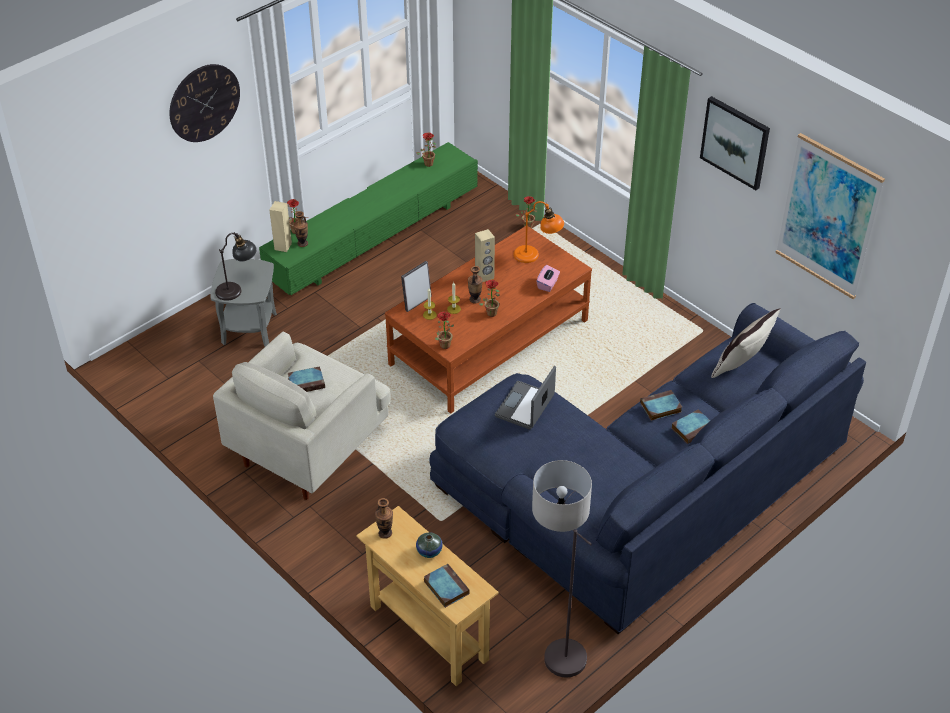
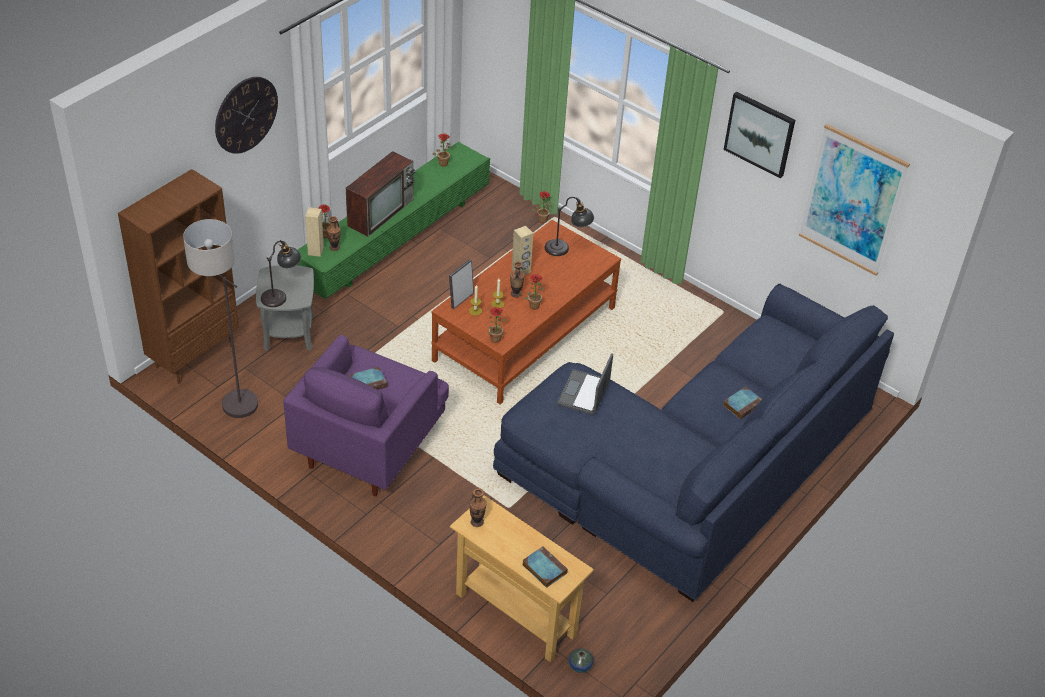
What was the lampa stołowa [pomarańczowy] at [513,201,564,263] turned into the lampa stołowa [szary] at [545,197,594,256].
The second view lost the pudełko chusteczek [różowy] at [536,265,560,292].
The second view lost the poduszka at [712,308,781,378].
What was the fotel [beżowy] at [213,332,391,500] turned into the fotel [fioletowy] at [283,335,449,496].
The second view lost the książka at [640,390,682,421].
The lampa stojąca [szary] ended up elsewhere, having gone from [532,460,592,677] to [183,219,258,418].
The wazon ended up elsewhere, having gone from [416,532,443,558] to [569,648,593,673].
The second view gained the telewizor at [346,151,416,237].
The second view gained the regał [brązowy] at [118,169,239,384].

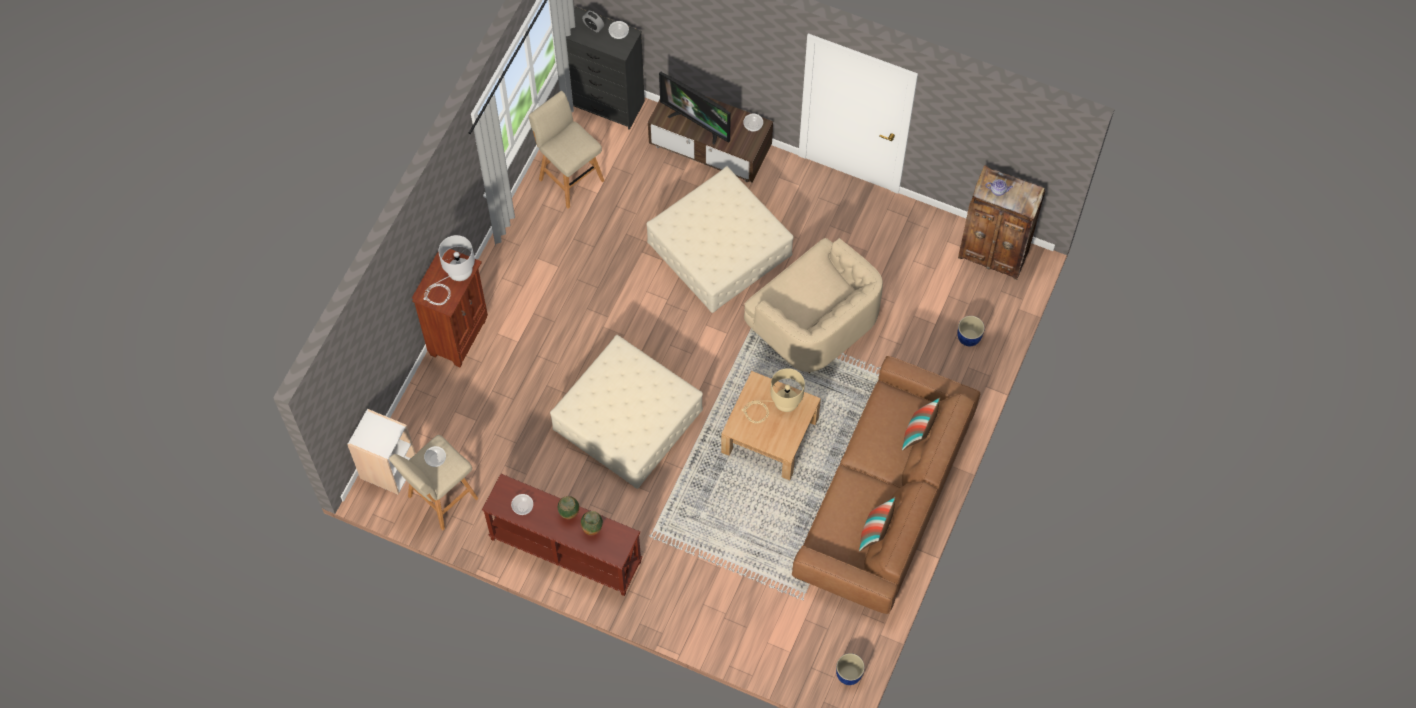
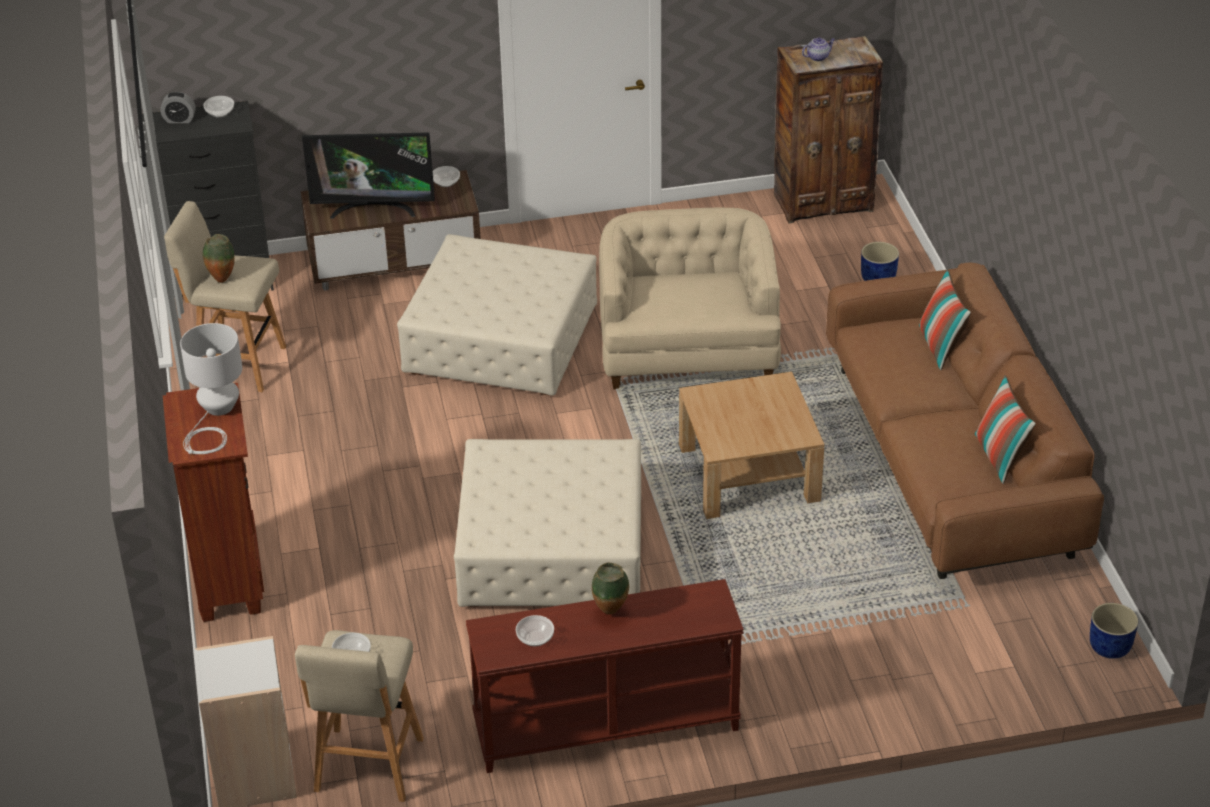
The fotel [beżowy] at [744,238,883,373] ended up facing another way, 105 degrees counterclockwise from before.
The second view lost the lampa stołowa [beżowy] at [742,368,805,423].
The wazon ended up elsewhere, having gone from [581,511,603,535] to [203,234,235,283].

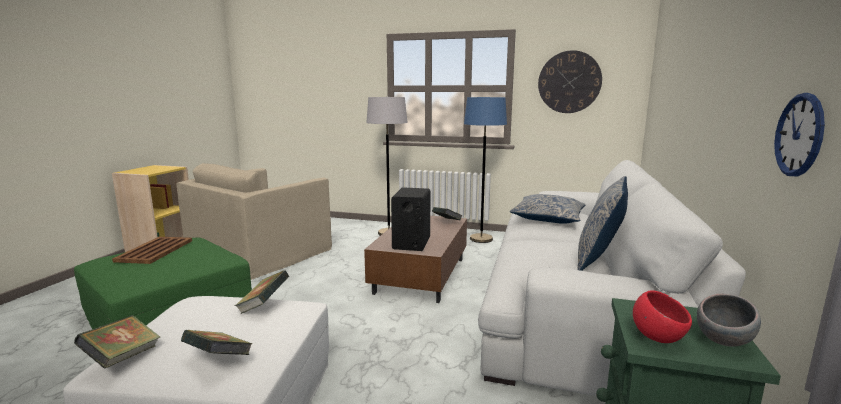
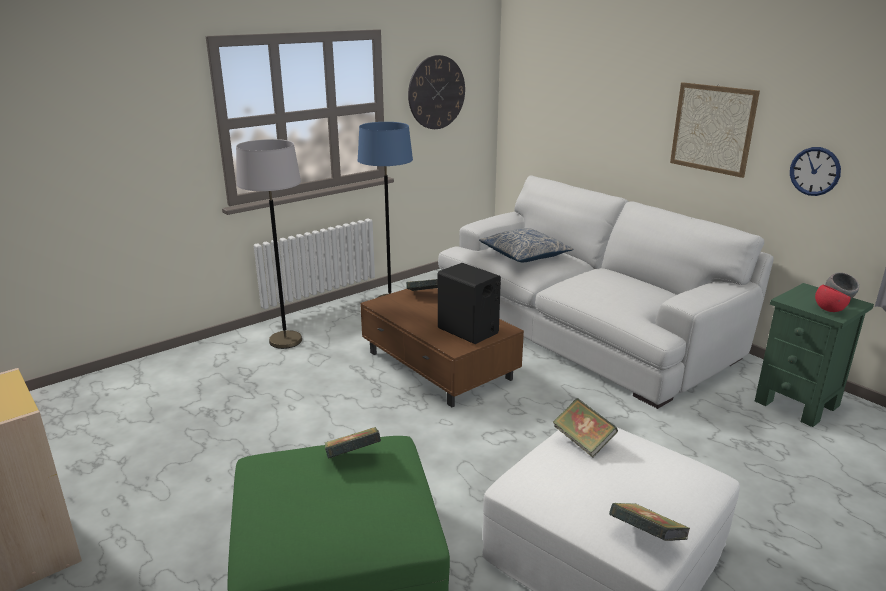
The second view lost the fotel [beżowy] at [176,163,332,280].
The second view lost the poduszka at [578,176,628,271].
The second view lost the taca [brązowy] at [112,237,192,264].
The książka ended up elsewhere, having gone from [181,330,253,355] to [325,427,381,458].
The second view gained the obraz at [670,82,760,178].

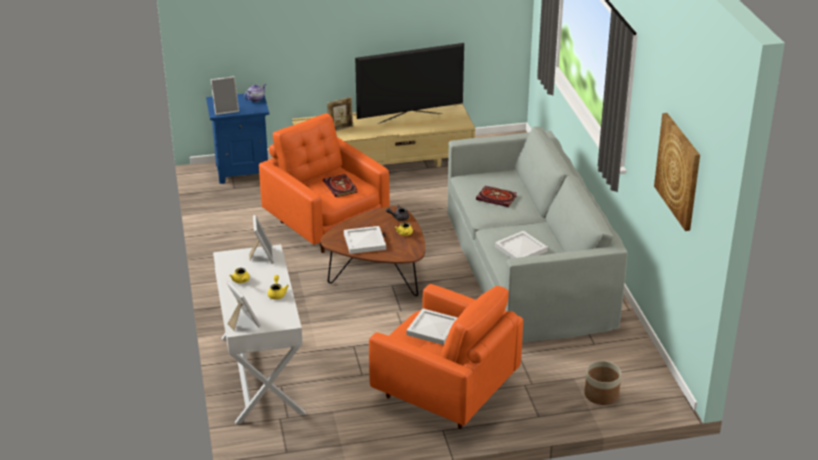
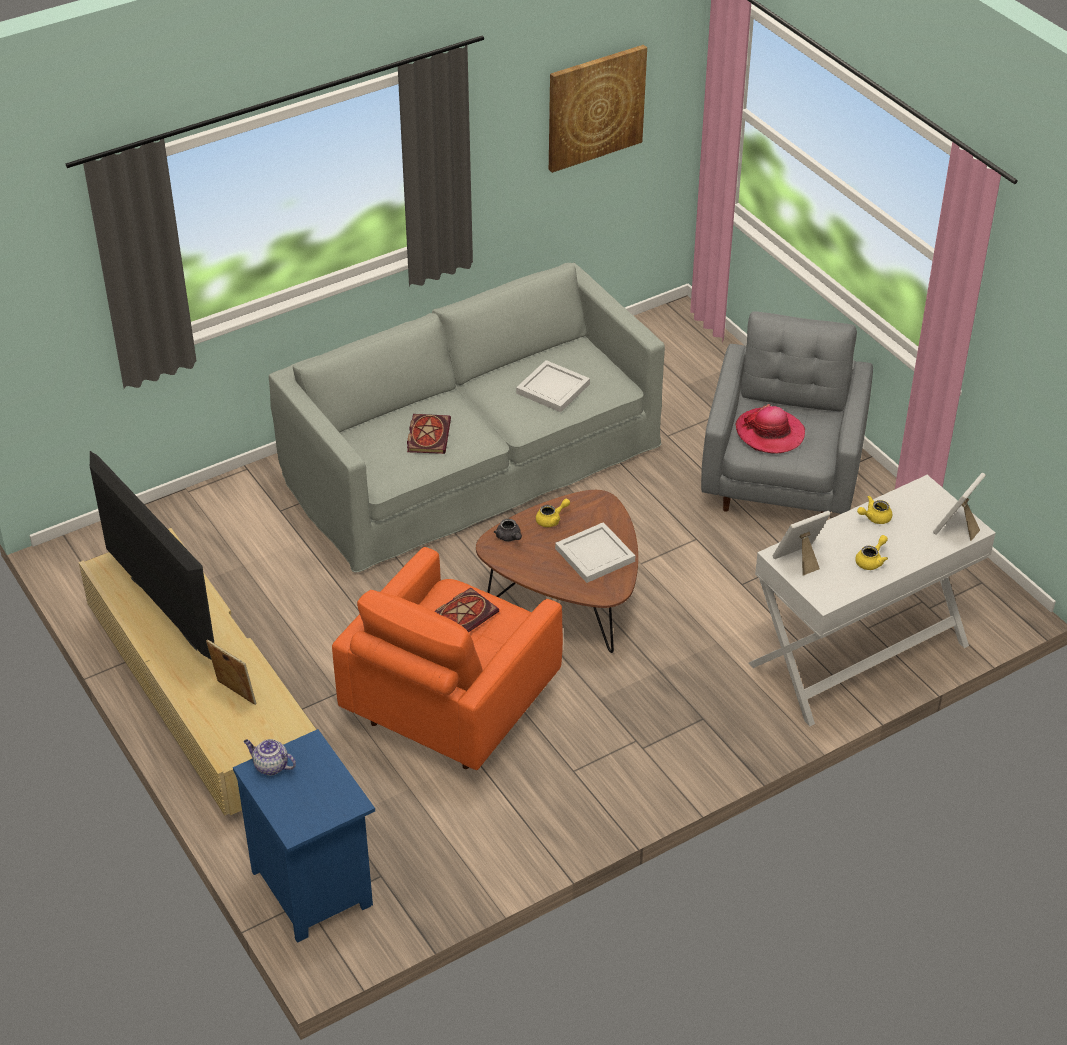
The second view lost the ramka na zdjęcie at [211,76,239,115].
What was the fotel [pomarańczowy] at [369,284,523,429] turned into the fotel [szary] at [701,311,873,514].
Where the taca [biały] stood at [406,309,458,345], the kapelusz came to stand at [735,404,805,454].
The second view lost the donica at [584,361,622,405].

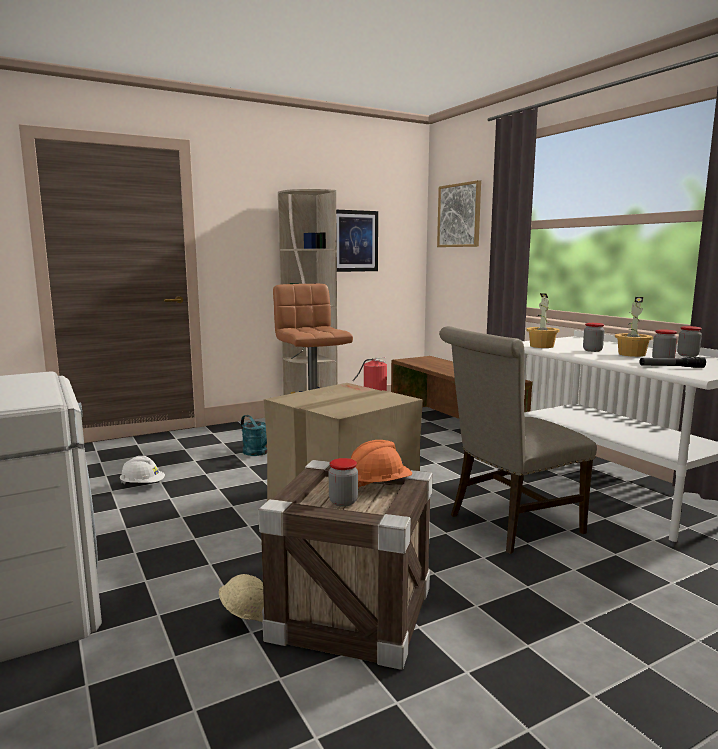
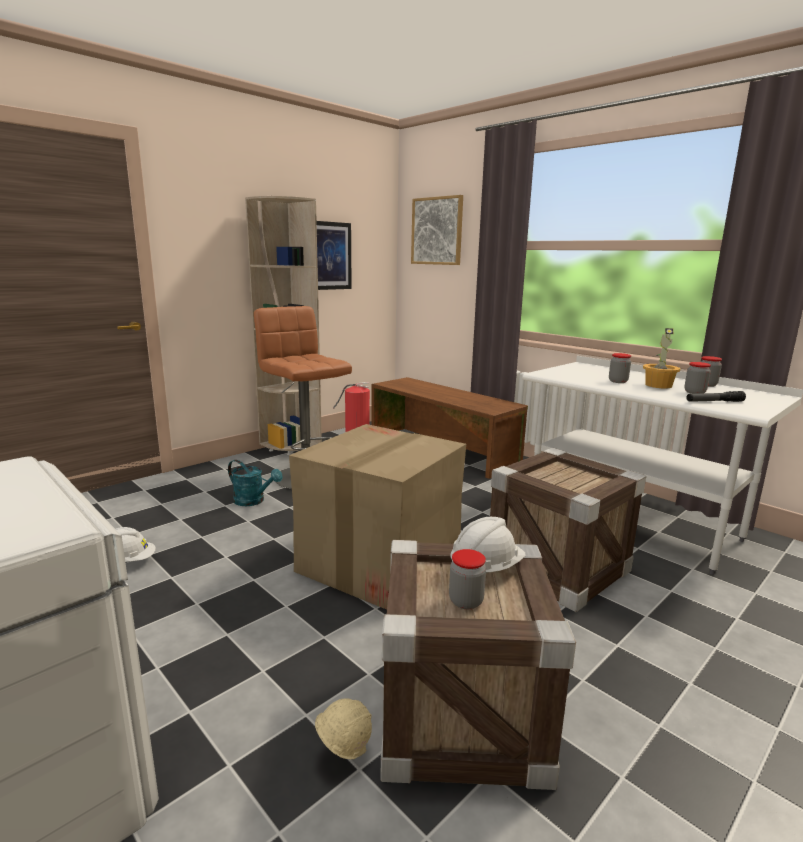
The second view lost the roślina doniczkowa at [526,293,560,348].
Where the krzesło [beżowy] stood at [439,326,597,554], the skrzynka came to stand at [490,448,646,612].
What was the kask [pomarańczowy] at [351,440,412,488] turned into the kask [biały] at [450,517,526,573].

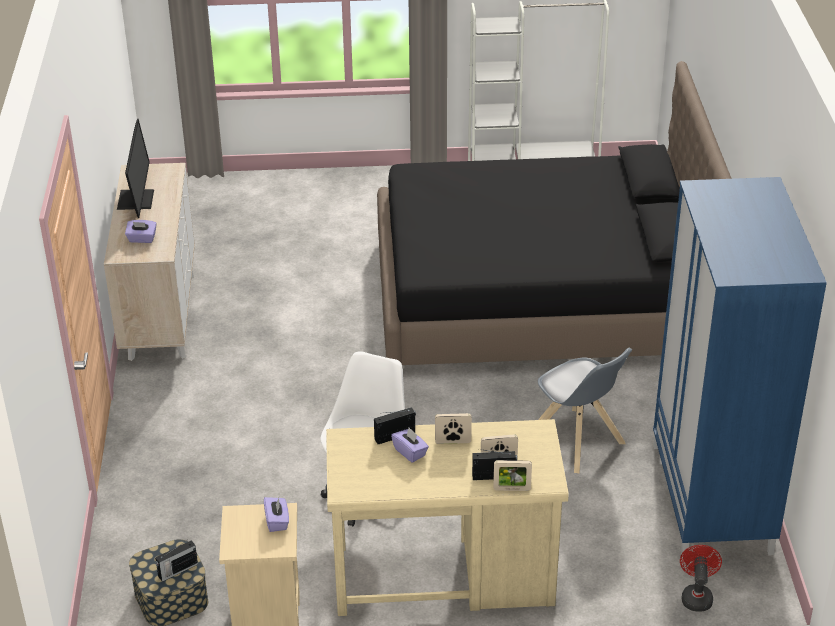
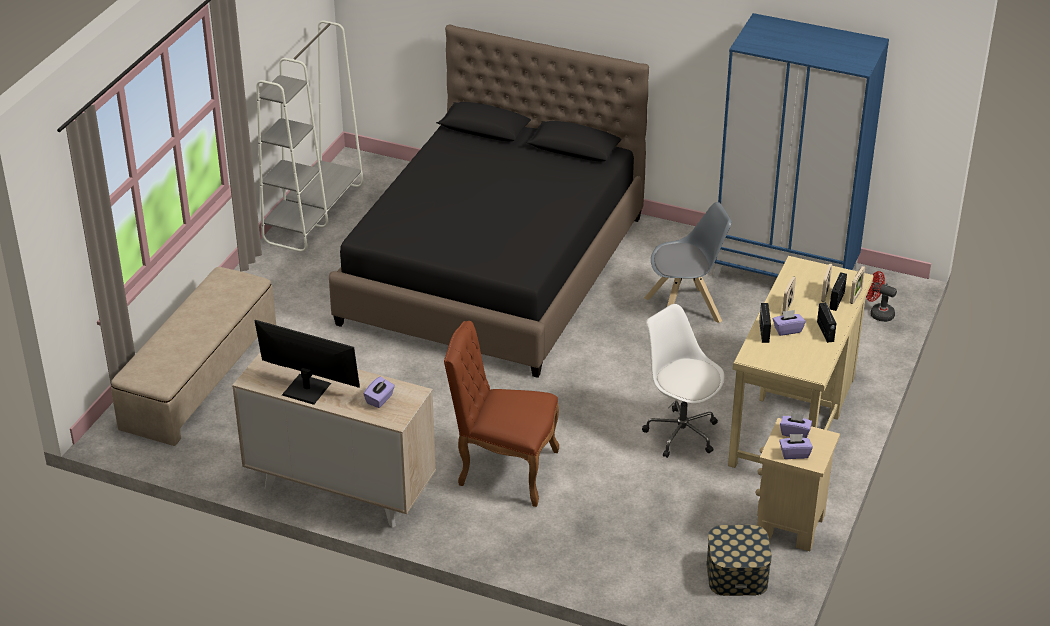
The radio ended up elsewhere, having gone from [155,540,198,582] to [817,301,837,343].
The second view gained the ławka [beżowy] at [111,267,276,446].
The second view gained the krzesło [brązowy] at [444,321,559,507].
The second view gained the pudełko chusteczek [fioletowy] at [779,434,813,459].

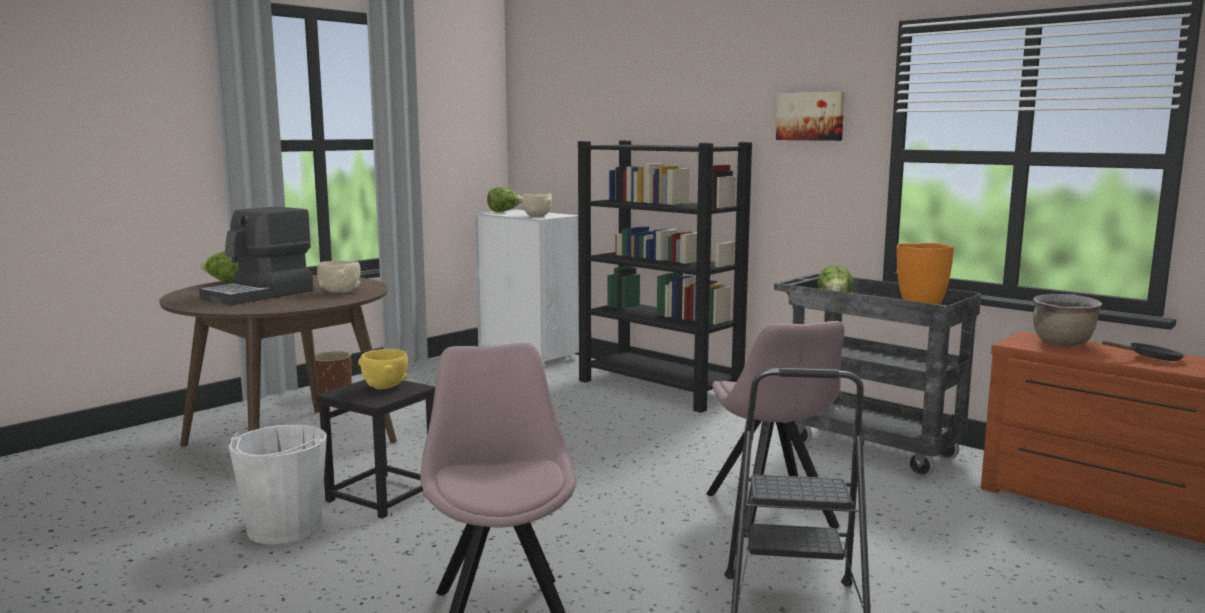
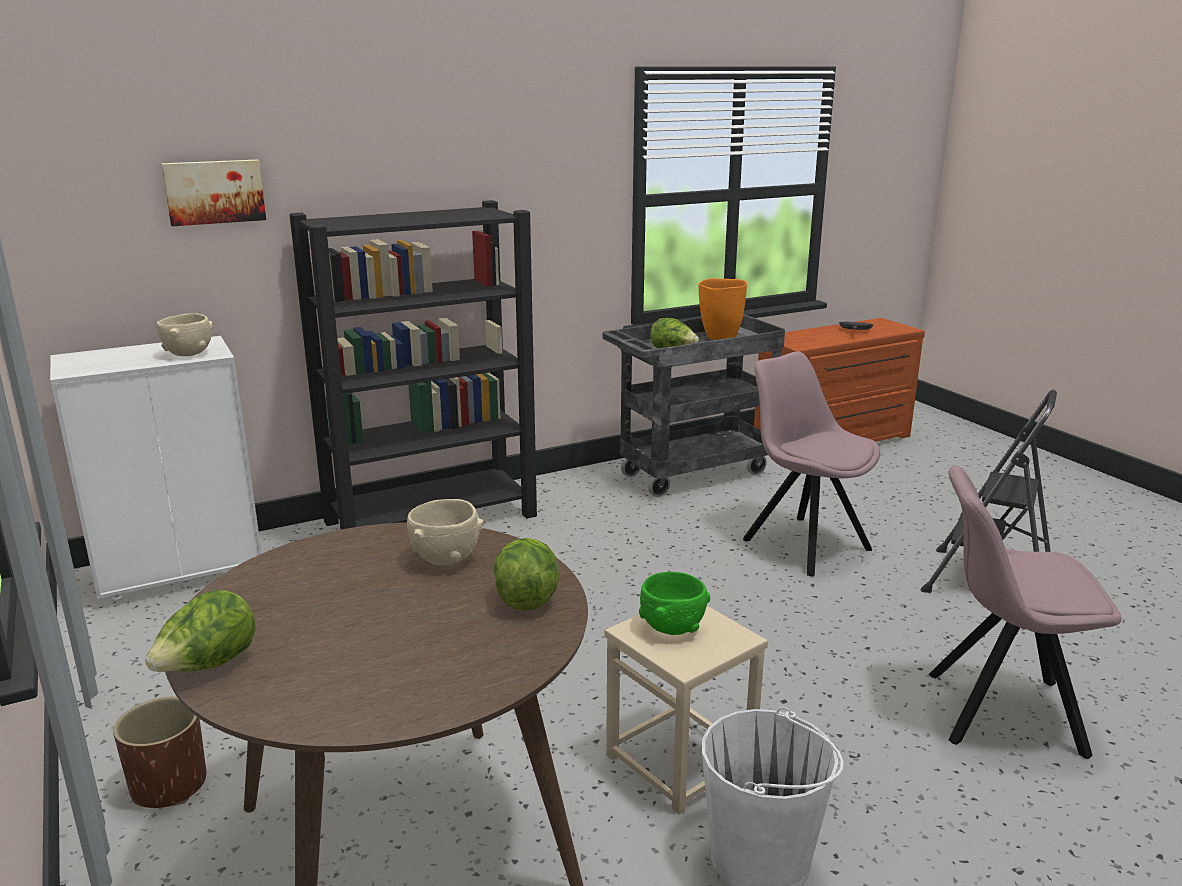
The obraz ended up elsewhere, having gone from [776,92,845,141] to [161,160,266,226].
The sałata ended up elsewhere, having gone from [487,187,522,212] to [494,538,559,611].
The second view lost the ekspres do kawy at [199,206,313,305].
The second view lost the garnek [brązowy] at [1033,294,1102,346].
The krzesło [różowy] at [706,321,844,537] ended up facing another way, 135 degrees counterclockwise from before.
What was the miska [żółty] at [358,349,408,390] turned into the miska [zielony] at [639,572,710,635].
What was the stołek [czarny] at [317,380,435,519] turned into the stołek [beżowy] at [605,606,768,815].

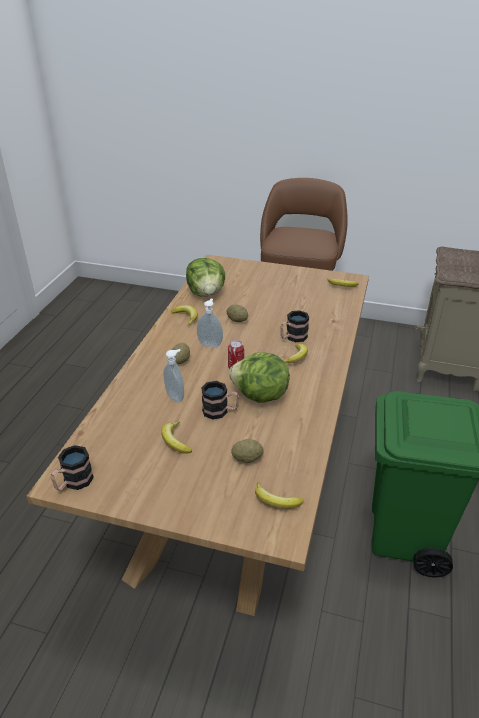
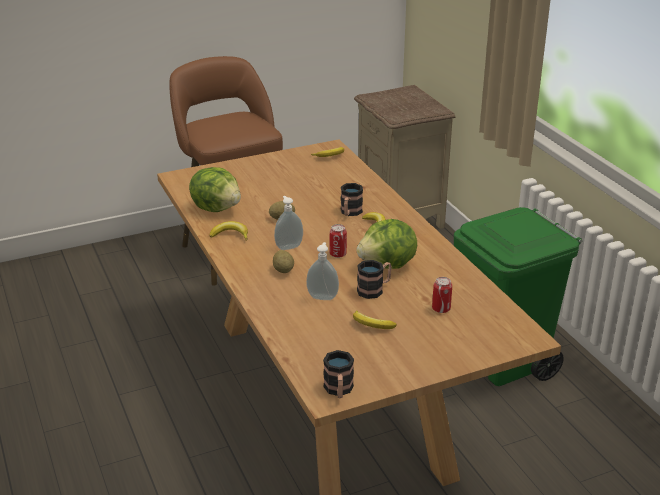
Where the ziemniak stood at [231,439,264,463], the puszka came to stand at [432,277,452,313].
The second view lost the banan at [255,482,303,508].

